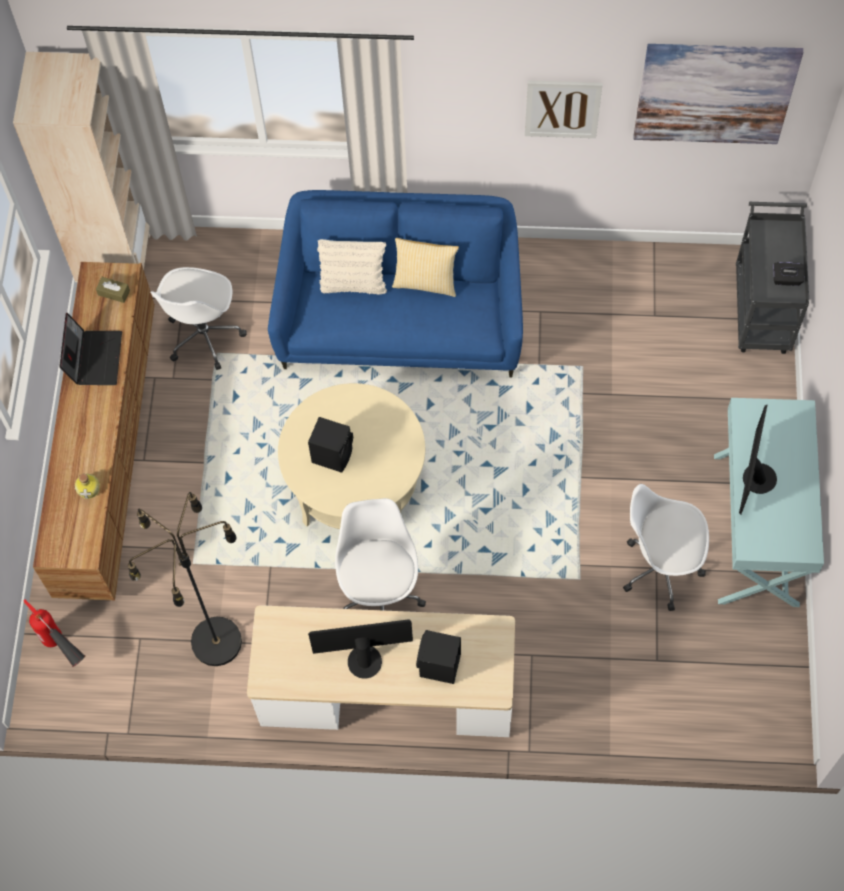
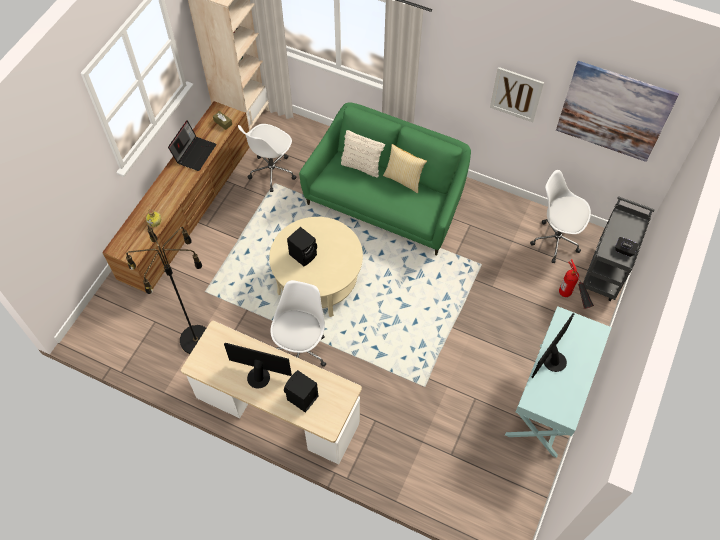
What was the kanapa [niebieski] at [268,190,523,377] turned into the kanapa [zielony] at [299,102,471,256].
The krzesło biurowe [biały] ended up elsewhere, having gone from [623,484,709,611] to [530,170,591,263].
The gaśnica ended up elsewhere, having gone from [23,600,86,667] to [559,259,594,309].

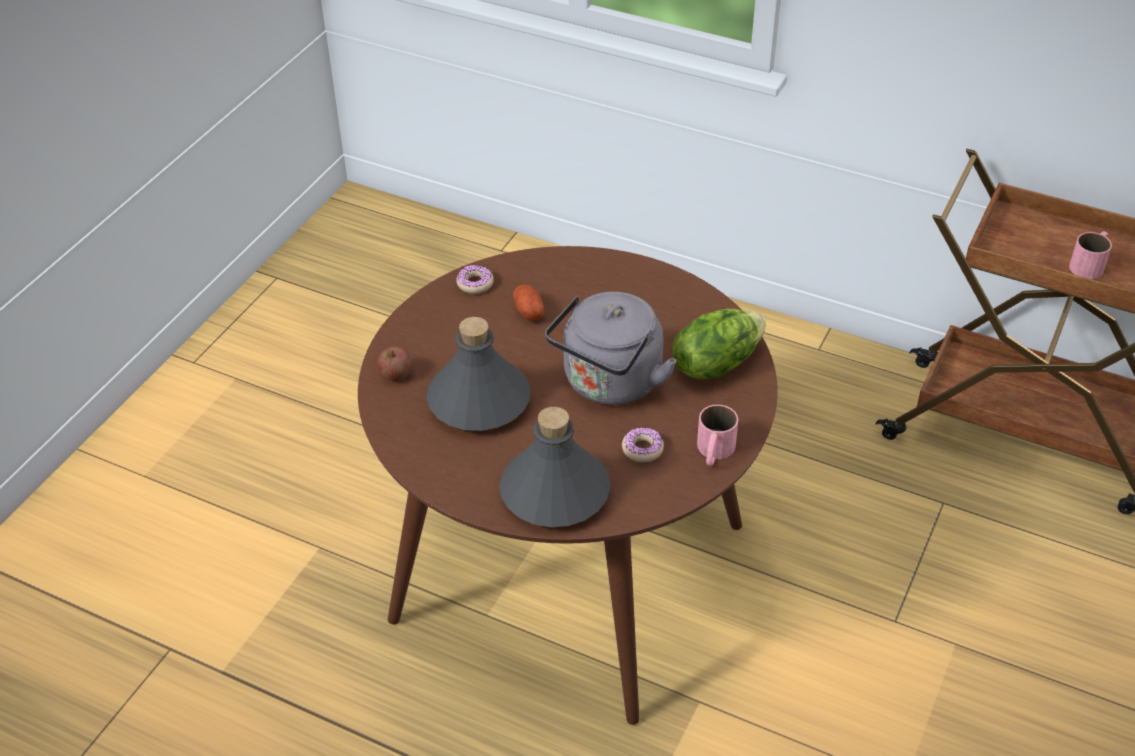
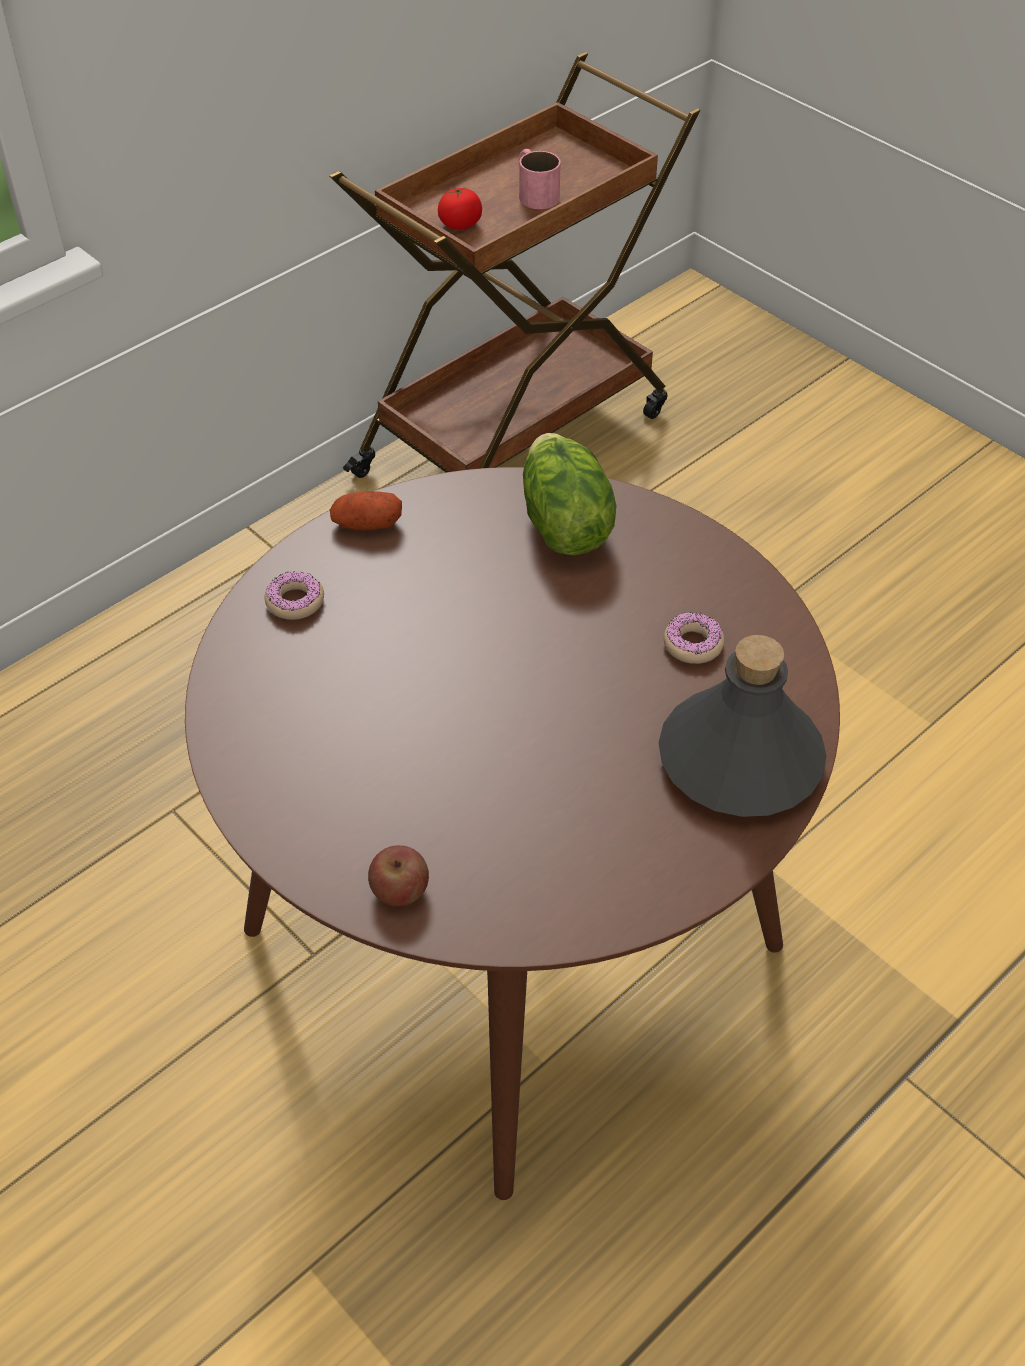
The donut ended up elsewhere, having gone from [456,265,494,294] to [264,571,324,620].
The ziemniak ended up elsewhere, having gone from [513,285,545,321] to [330,491,402,530].
The second view lost the czajnik [szary] at [545,292,677,405].
The second view lost the butelka [szary] at [426,317,531,431].
The second view lost the kubek [różowy] at [697,405,738,466].
The second view gained the pomidor at [438,186,482,230].

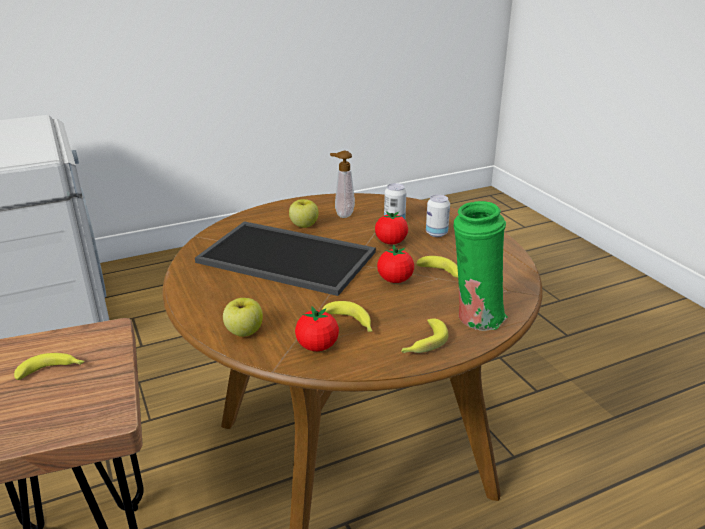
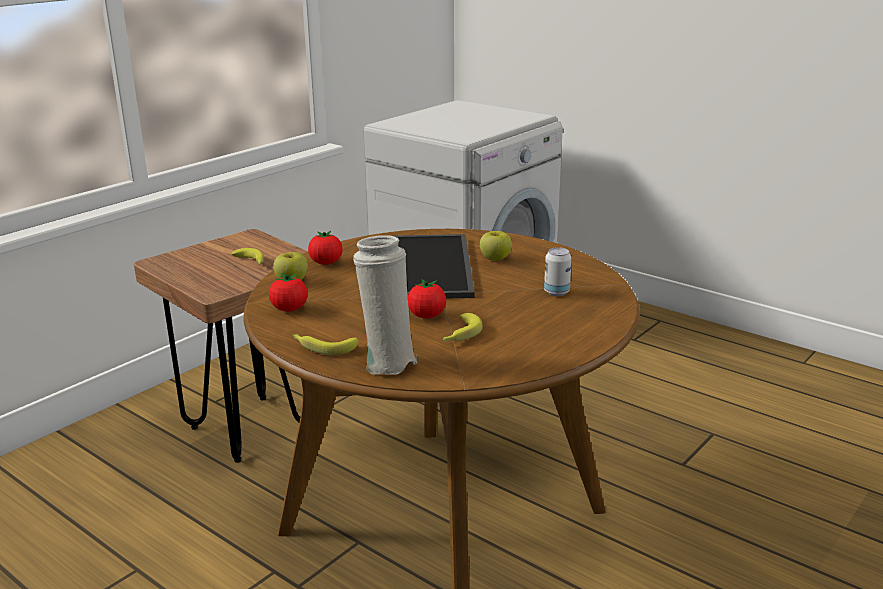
The second view lost the dozownik mydła at [330,151,355,218].
The second view lost the puszka at [426,195,450,237].
What was the wazon [zielony] at [453,201,508,331] turned into the wazon [biały] at [353,235,418,375].
The pomidor ended up elsewhere, having gone from [375,211,408,244] to [308,231,343,265].
The second view lost the banan at [322,301,372,332].

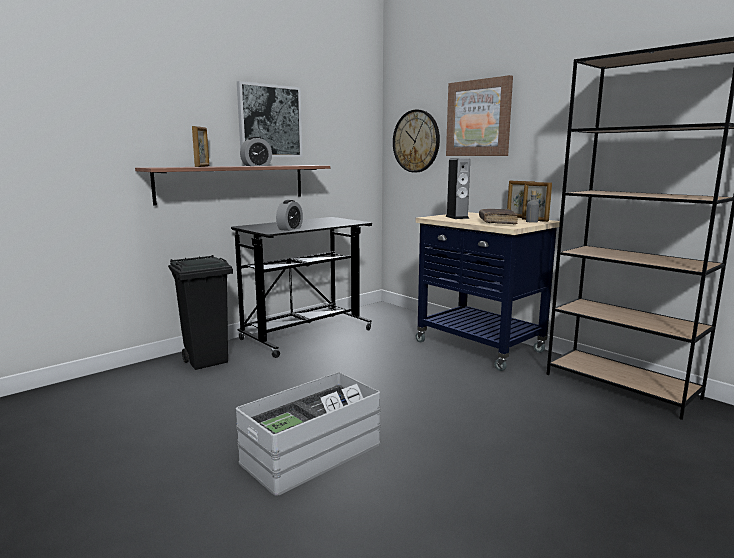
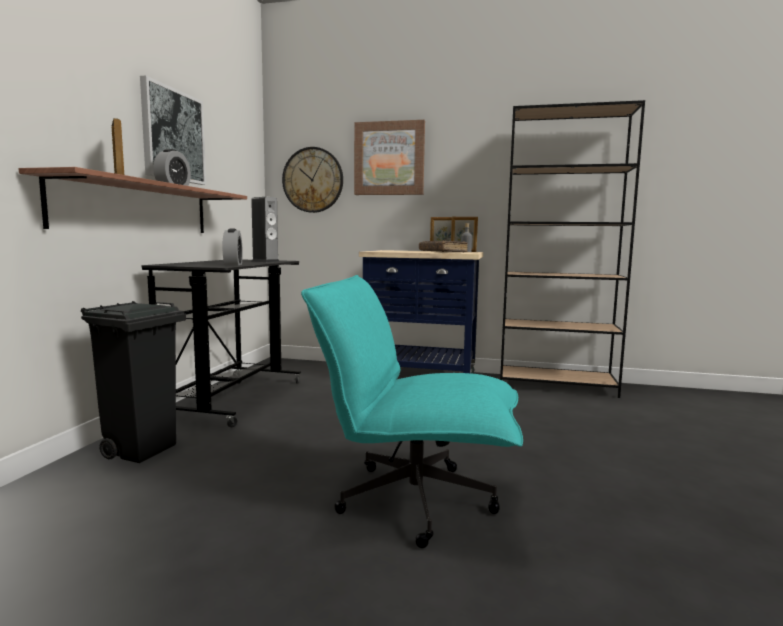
The głośnik ended up elsewhere, having gone from [445,158,470,219] to [251,197,280,262].
Where the pojemnik do przechowywania [szary] stood at [236,372,381,496], the krzesło biurowe [turkusowy] came to stand at [301,275,523,549].

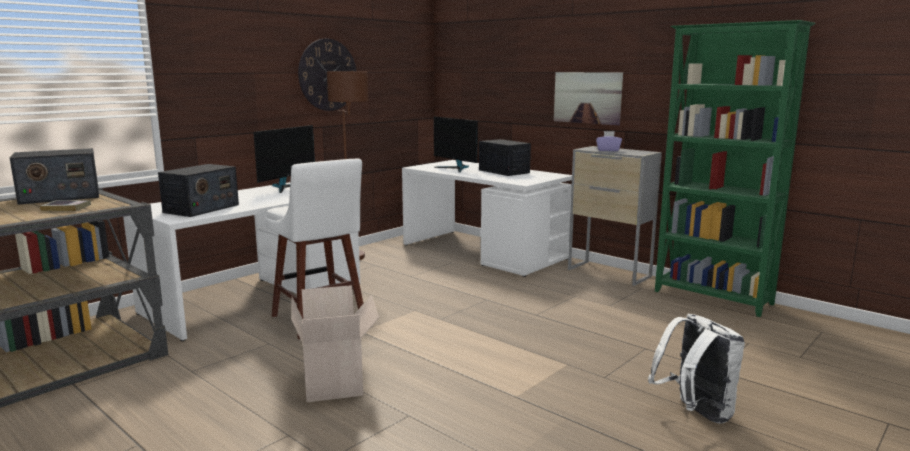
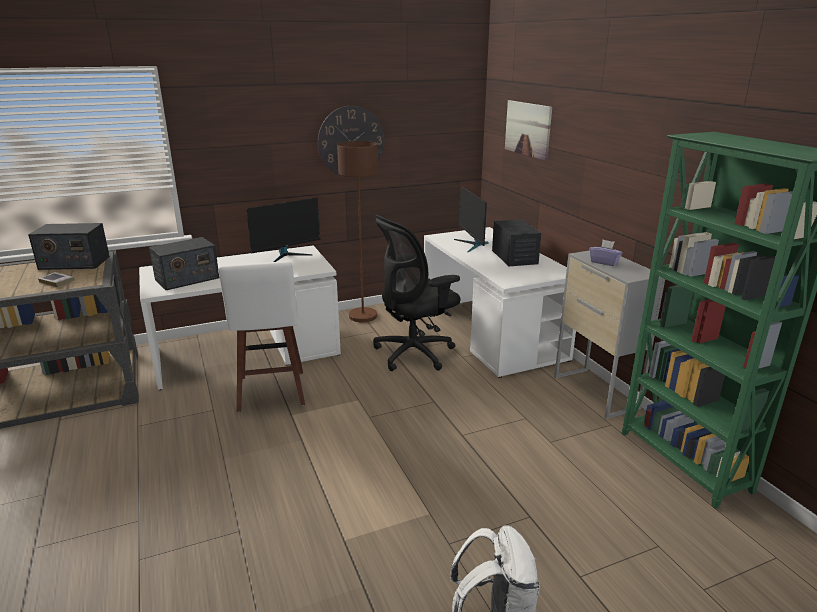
The obraz ended up elsewhere, having gone from [554,72,623,125] to [505,100,552,161].
The second view lost the karton at [291,285,379,402].
The second view gained the krzesło biurowe [czarny] at [373,215,460,371].

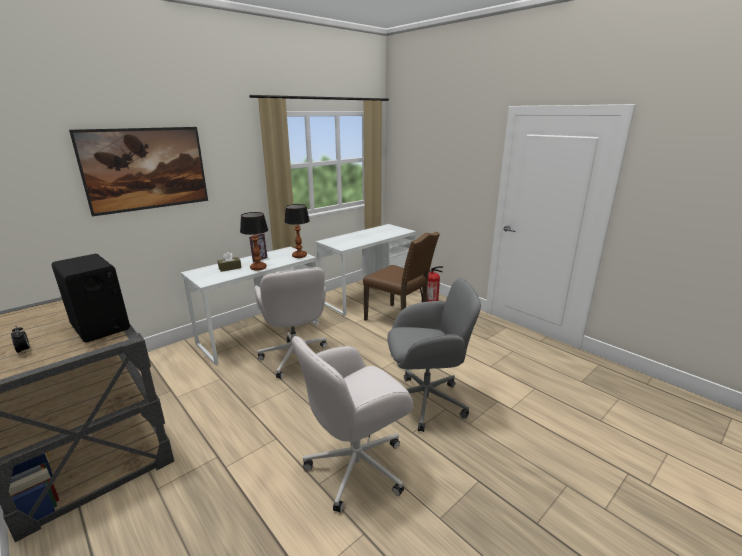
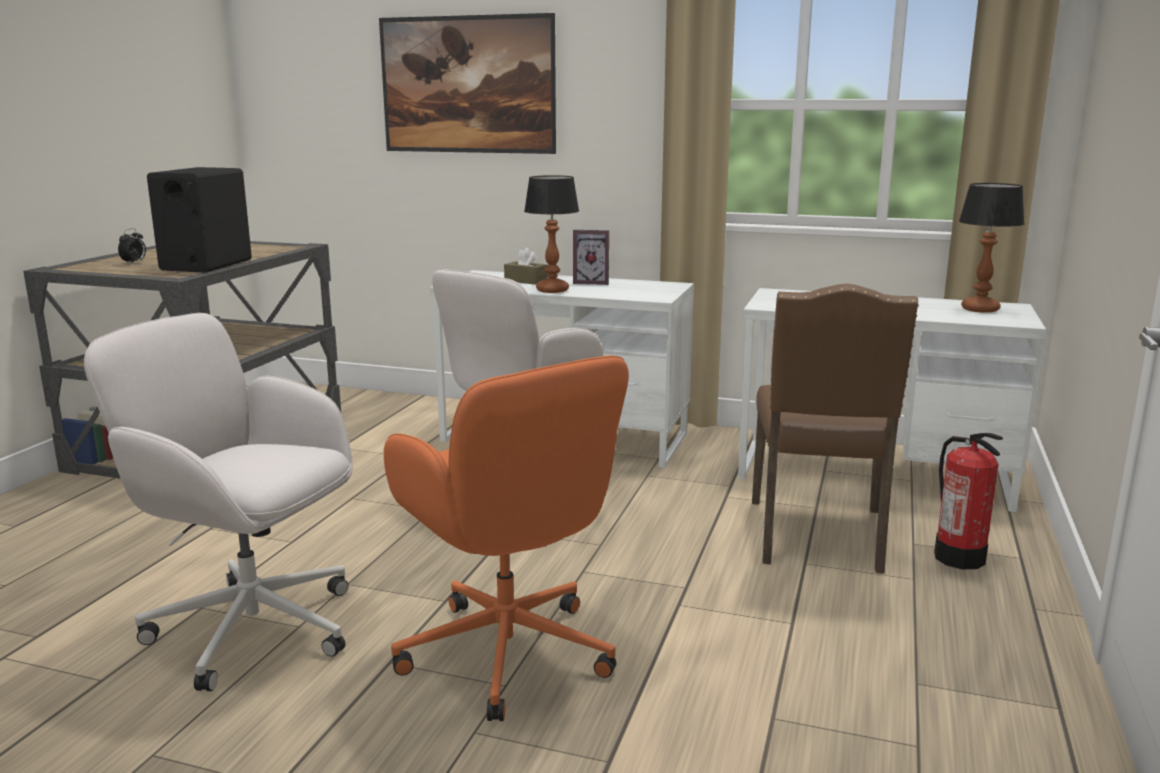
The lampa stołowa ended up elsewhere, having gone from [284,204,310,258] to [959,183,1025,313].
What was the krzesło biurowe [szary] at [387,278,481,432] turned into the krzesło biurowe [pomarańczowy] at [384,355,629,721].

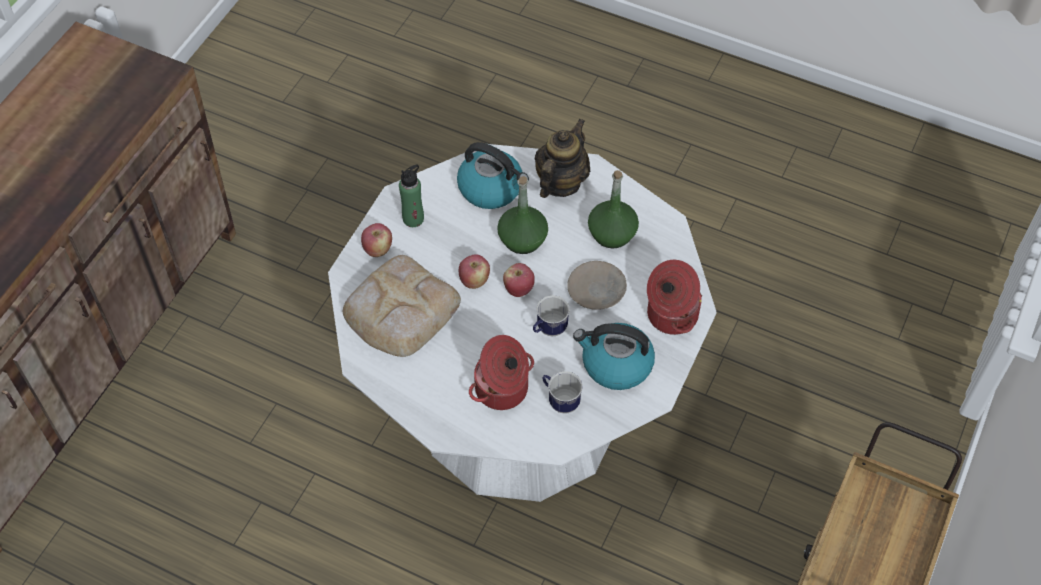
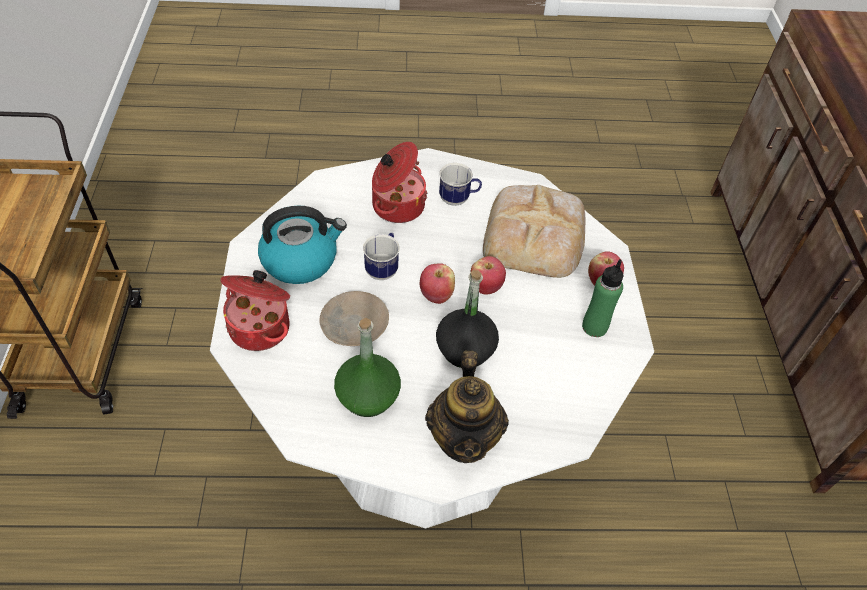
The second view lost the czajnik at [457,142,529,209].
What was the butelka [zielony] at [497,176,548,254] turned into the butelka [czarny] at [436,270,499,368].
The kubek ended up elsewhere, having gone from [543,371,583,413] to [439,163,482,206].

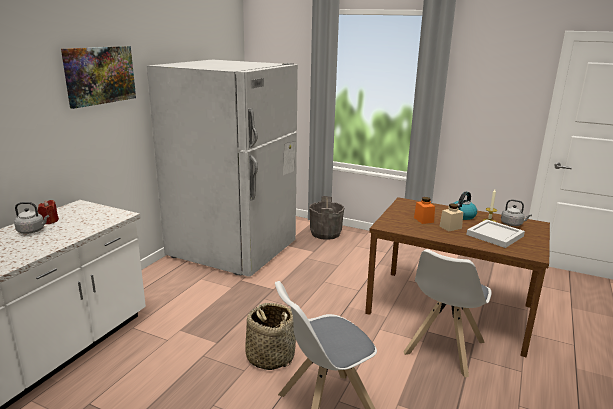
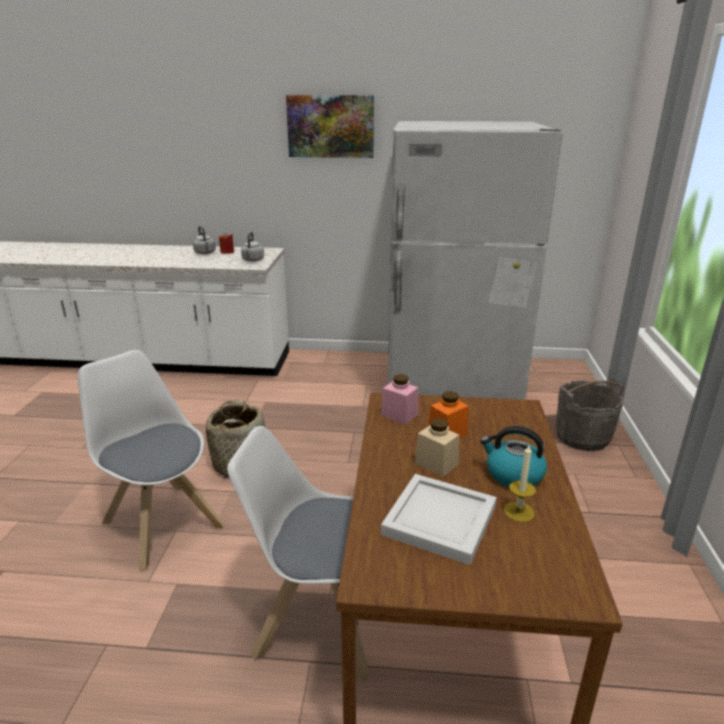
The czajnik [szary] ended up elsewhere, having gone from [501,199,532,226] to [241,232,264,262].
The second view gained the słoik [różowy] at [381,374,419,424].

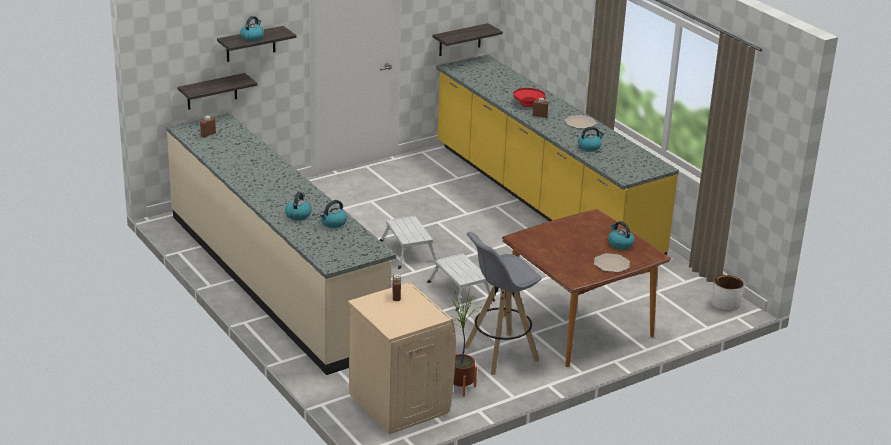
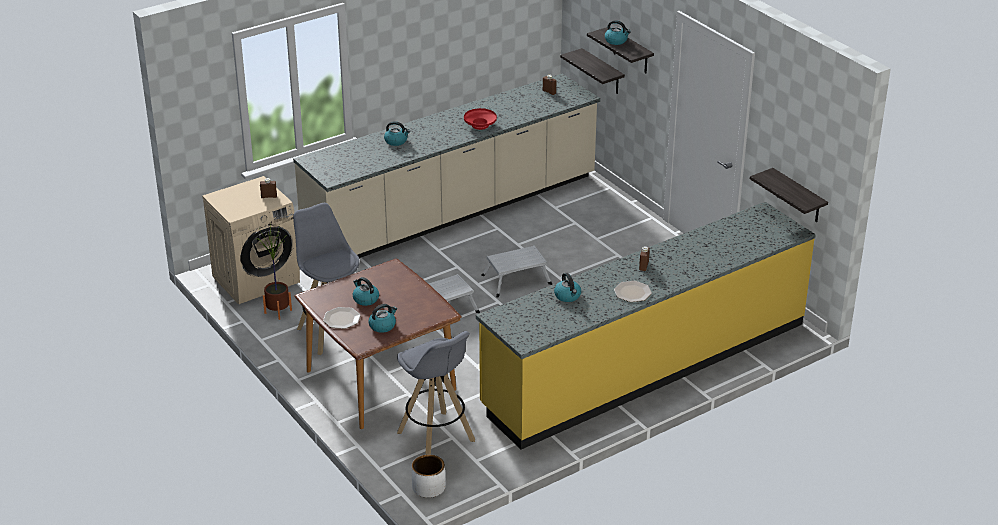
The miska [czerwony] ended up elsewhere, having gone from [513,88,546,107] to [464,108,497,130].
The czajnik ended up elsewhere, having gone from [320,200,347,228] to [353,277,379,306].
The second view gained the stołek [szary] at [397,331,475,455].

